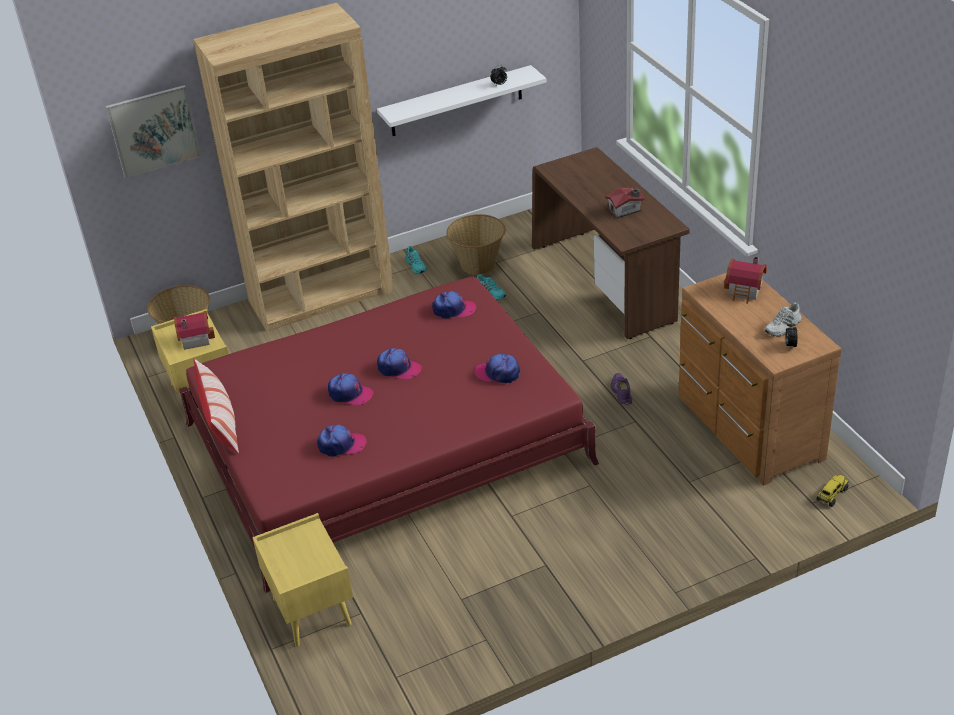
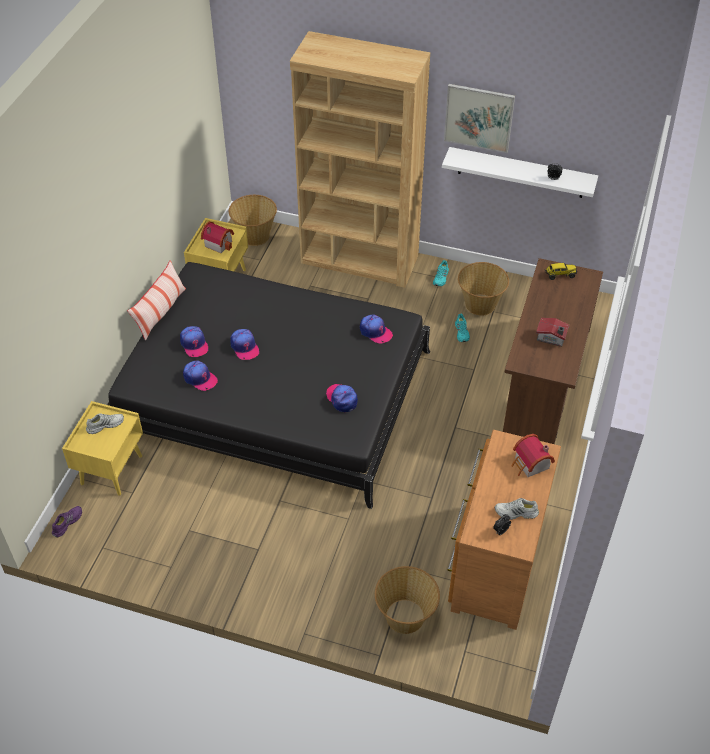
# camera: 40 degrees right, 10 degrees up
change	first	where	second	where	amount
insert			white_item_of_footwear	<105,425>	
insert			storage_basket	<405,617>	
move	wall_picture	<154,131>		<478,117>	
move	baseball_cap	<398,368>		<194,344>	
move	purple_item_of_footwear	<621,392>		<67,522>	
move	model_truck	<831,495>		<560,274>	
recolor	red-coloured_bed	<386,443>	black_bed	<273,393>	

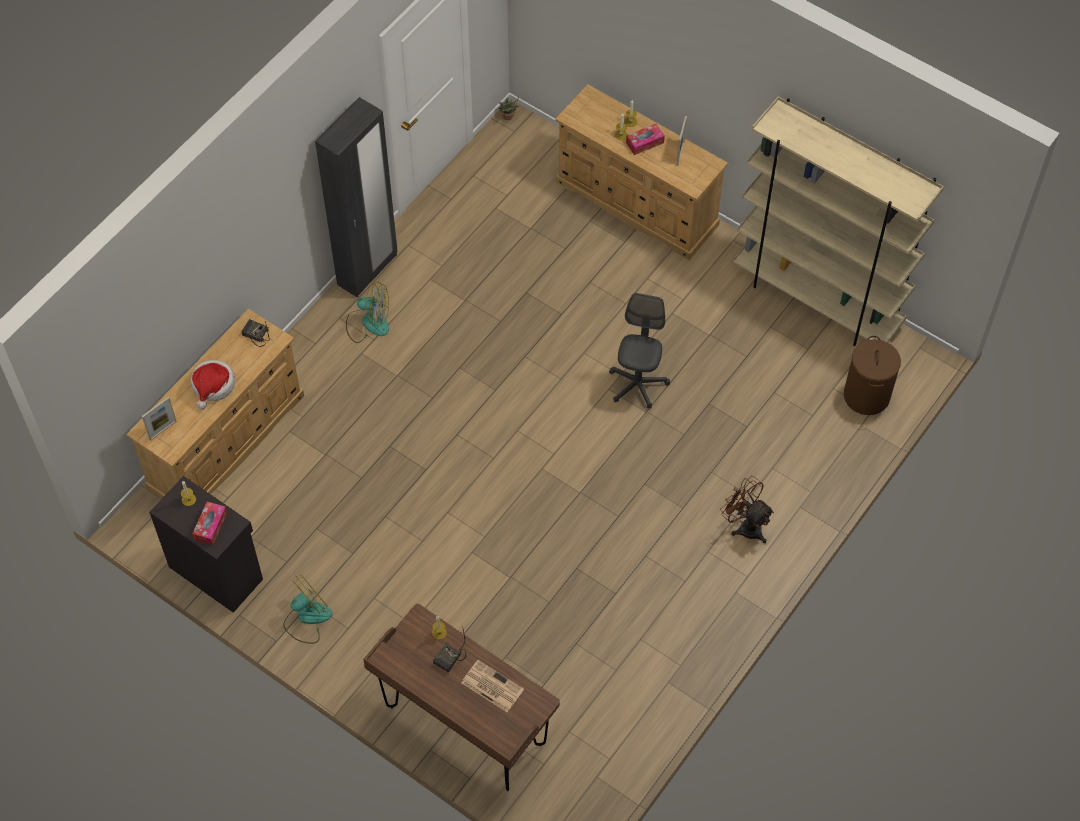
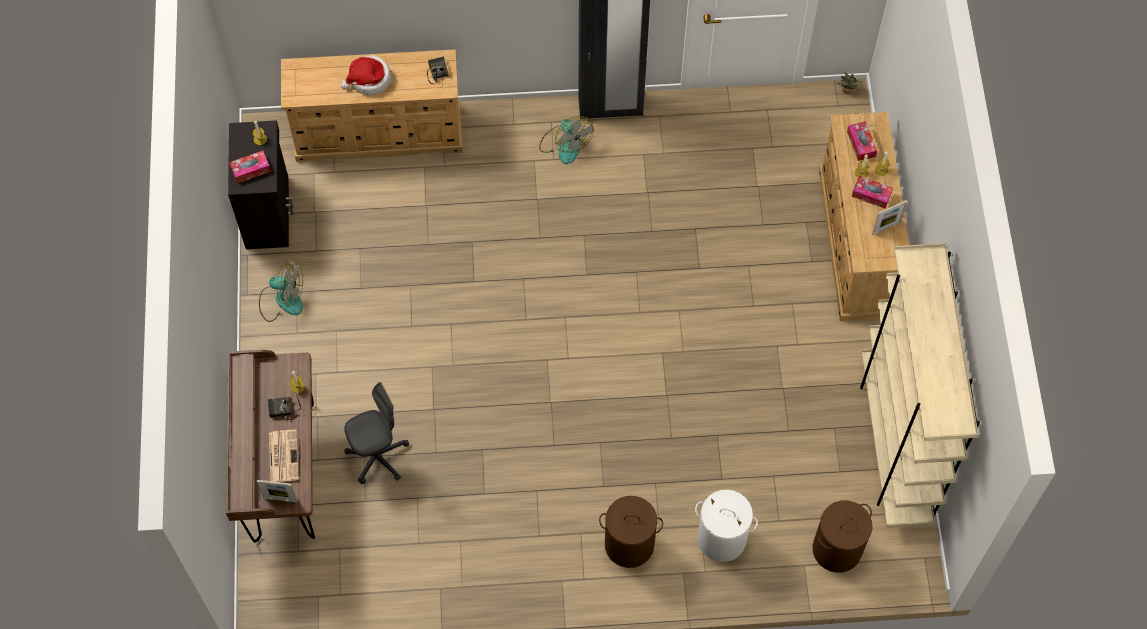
# camera: 50 degrees right, 5 degrees up
change	first	where	second	where	amount
insert			white_laundry_basket	<721,538>	
insert			tissue_box	<861,144>	
move	photo_frame	<163,430>		<280,499>	
move	greyish_desk_chair	<637,384>		<377,457>	
replace	brownish_fan	<745,525>	brownish_laundry_basket	<628,544>	

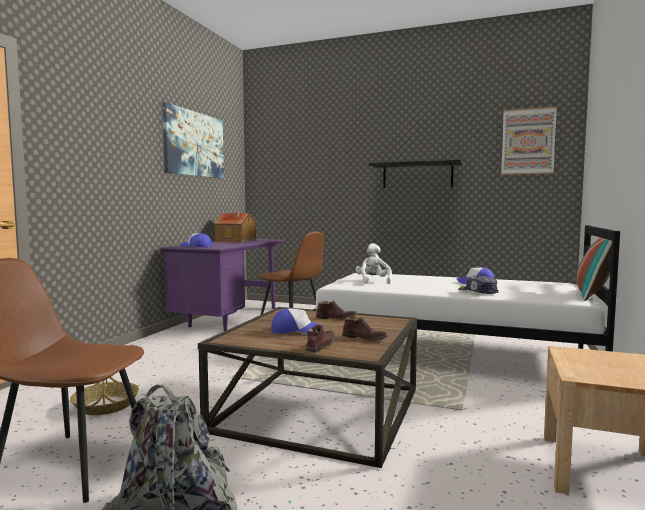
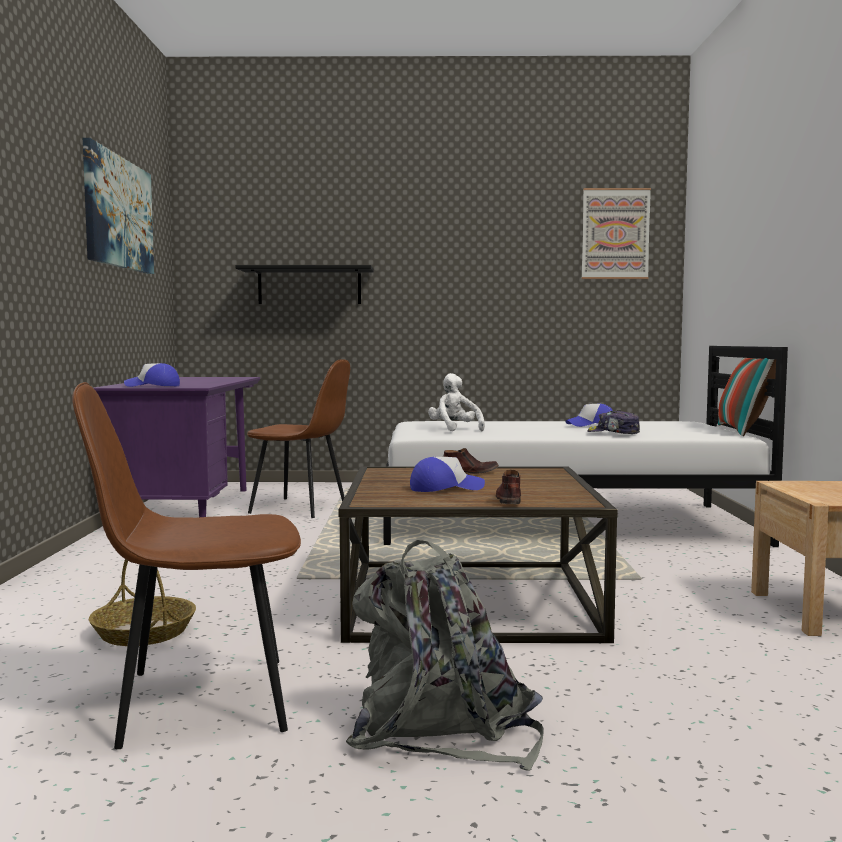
# camera: 20 degrees left, 0 degrees up
change	first	where	second	where	amount
delete	miniature_house	<236,241>			
delete	brownish_item_of_footwear	<365,338>			
move	black_wall_shelf	<417,175>		<309,286>	

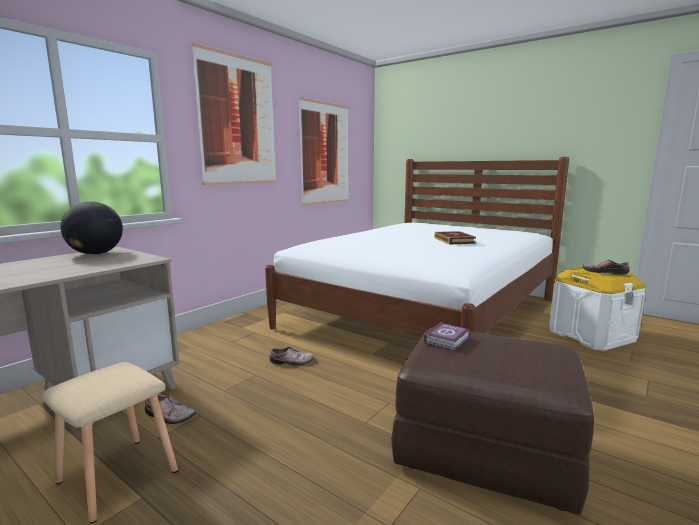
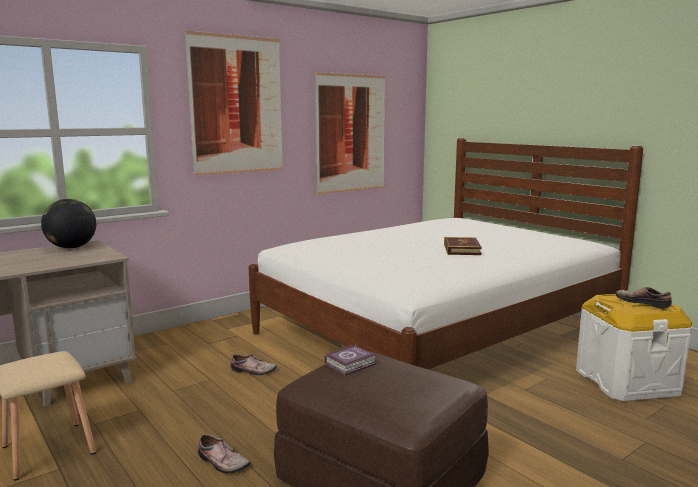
# camera: 15 degrees right, 0 degrees up
change	first	where	second	where	amount
move	item_of_footwear	<168,416>		<221,463>	

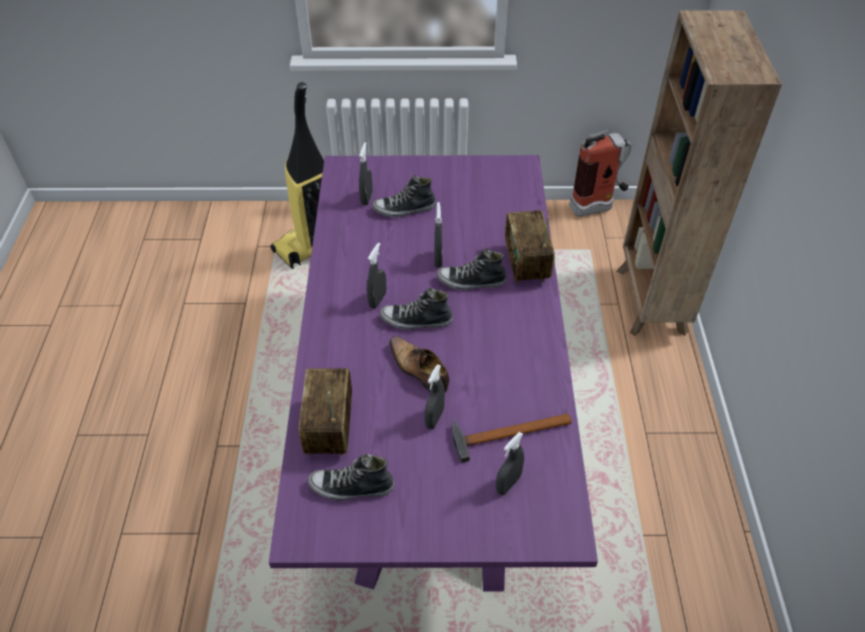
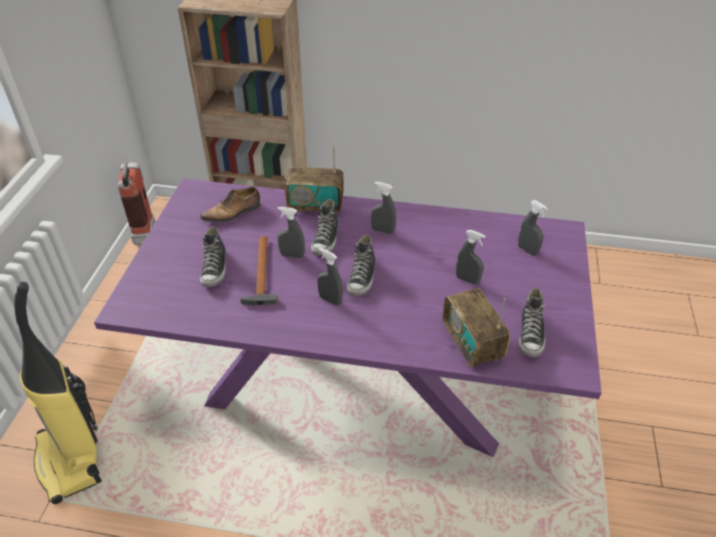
# camera: 80 degrees left, 5 degrees down
change	first	where	second	where	amount
move	greyish_spray_bottle	<366,198>		<382,231>	
move	item_of_footwear	<419,370>		<233,213>	
move	hand_hammer	<505,433>		<261,275>	
rotate	radio_set	<329,428>		<472,344>	60 degrees clockwise

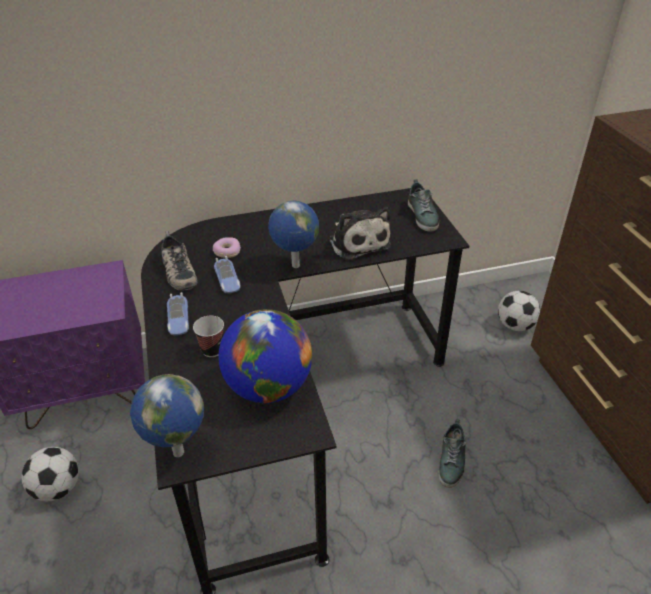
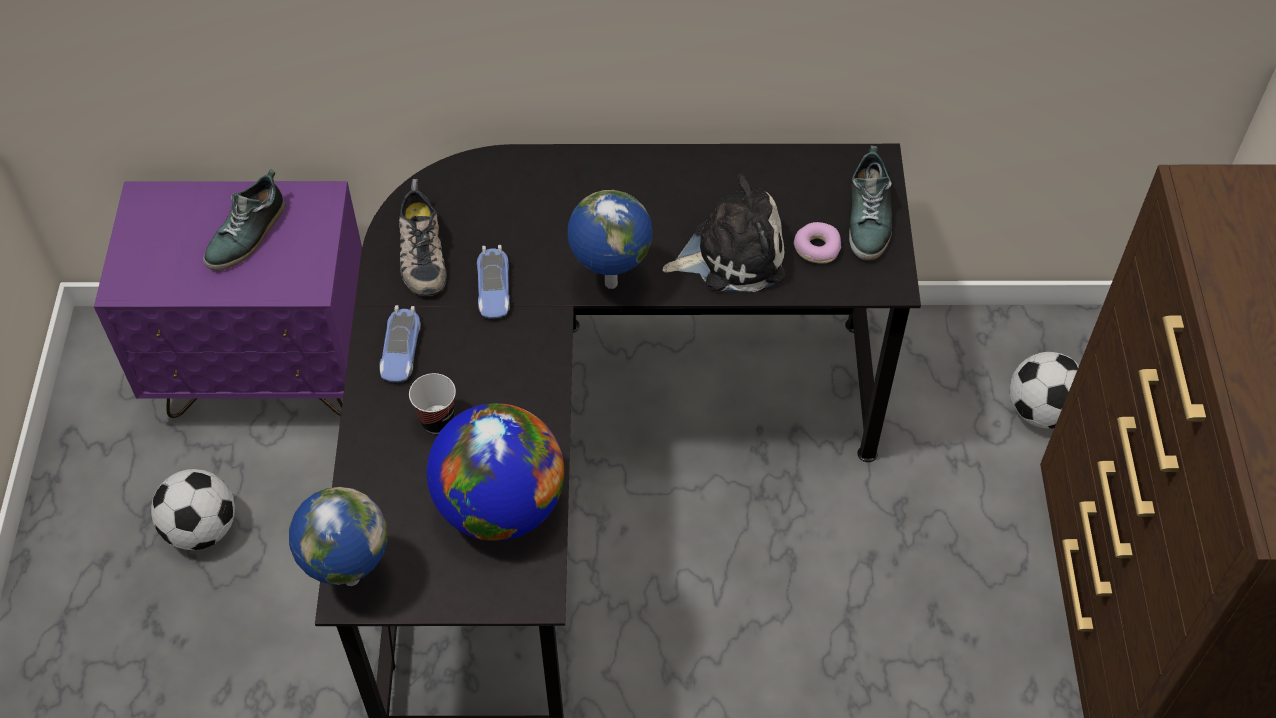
# camera: 15 degrees right, 15 degrees up
change	first	where	second	where	amount
move	ring_doughnut	<227,251>		<816,248>	
move	item_of_footwear	<452,461>		<247,235>	
rotate	cuddly_toy	<358,242>		<732,254>	90 degrees counterclockwise

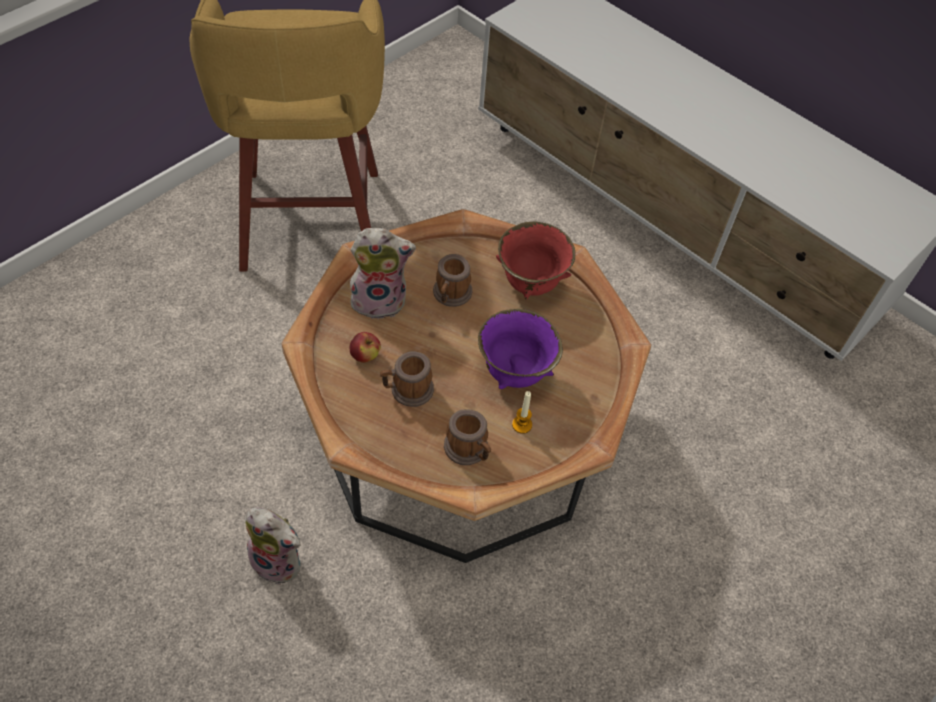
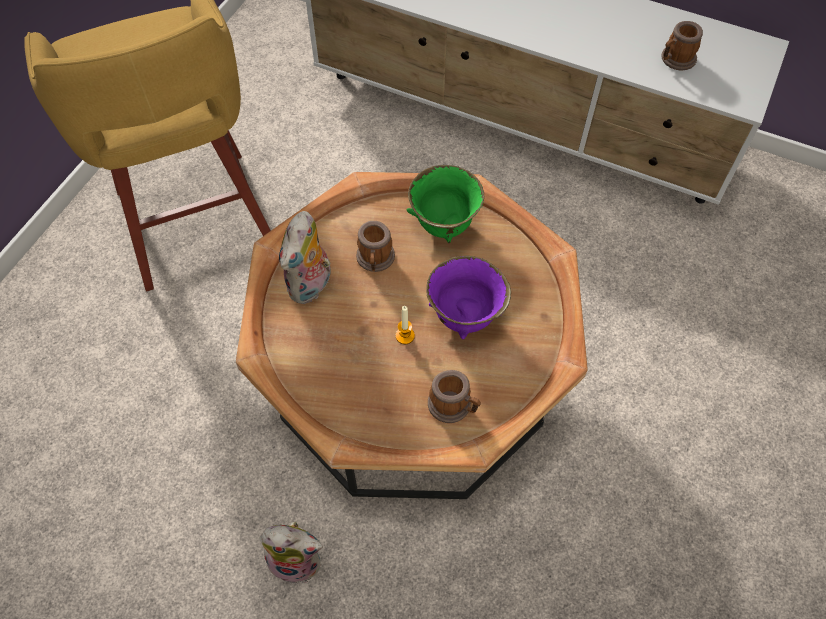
# camera: 15 degrees left, 5 degrees up
change	first	where	second	where	amount
delete	whole_apple	<365,356>			
move	coffee_mug	<407,390>		<675,60>	
move	wax_light	<522,425>		<405,336>	
recolor	red-coloured_bowl	<530,284>	green-coloured_bowl	<443,226>	
rotate	cuddly_toy	<380,300>		<311,286>	135 degrees clockwise

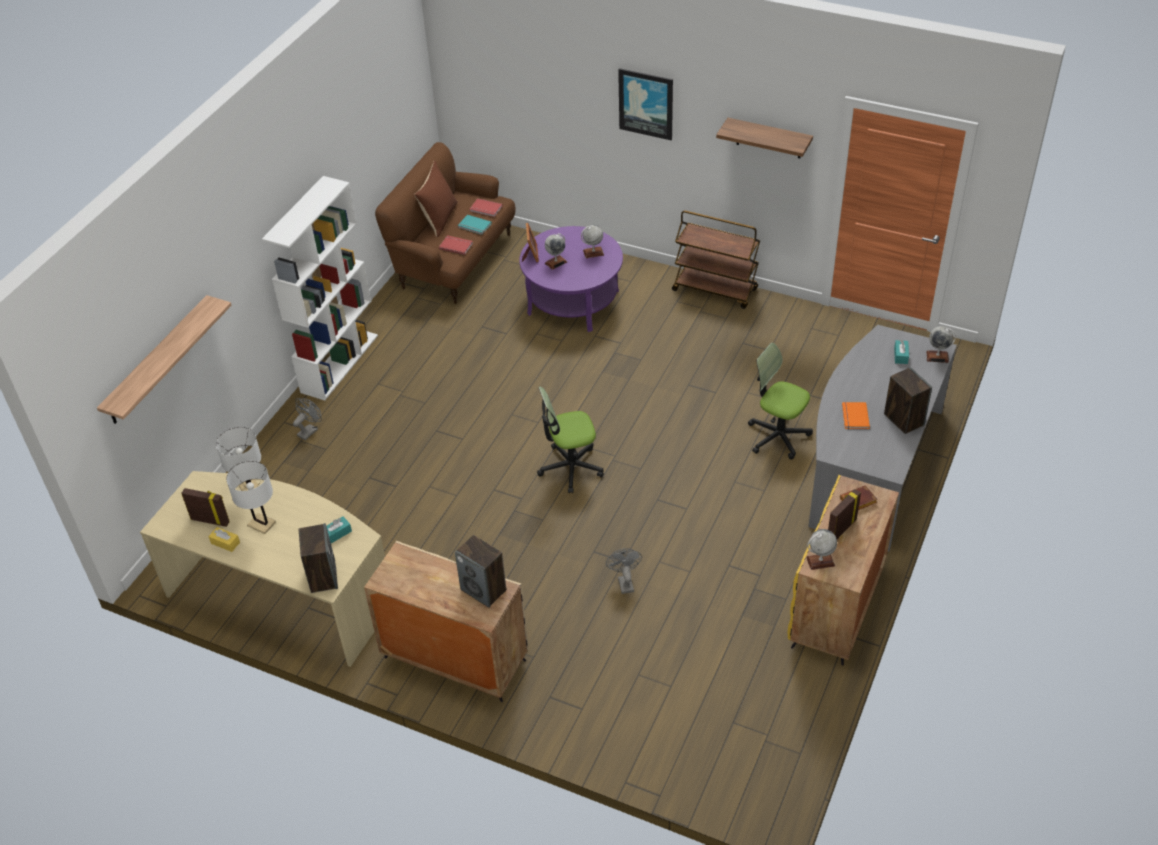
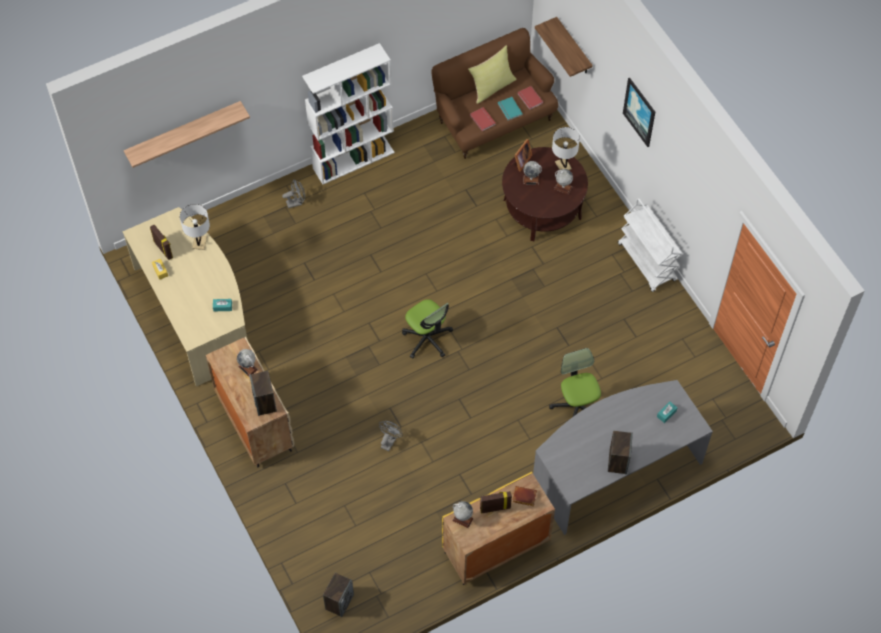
# camera: 35 degrees right, 15 degrees up
change	first	where	second	where	amount
delete	orange-coloured_book	<854,417>			
move	white_table_lamp	<261,524>		<563,165>	
move	loudspeaker	<322,576>		<339,602>	
move	wall_shelf	<769,138>		<573,47>	
move	desk_globe	<937,357>		<248,368>	
recolor	brownish_pillow	<439,218>	yellowish_pillow	<492,87>	
recolor	purple_low_table	<573,302>	brownish_low_table	<542,208>	
recolor	brownish_trolley	<715,290>	white_trolley	<647,262>	
rotate	desk_chair	<570,467>		<427,339>	150 degrees counterclockwise

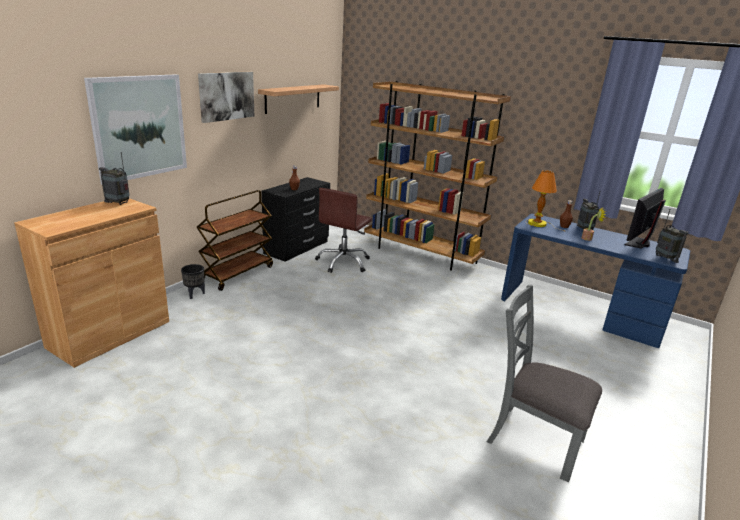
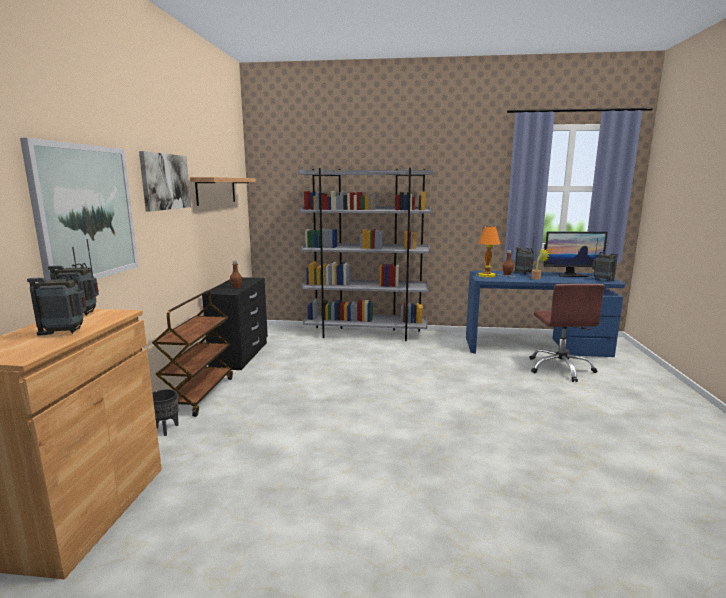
# camera: 25 degrees left, 10 degrees down
change	first	where	second	where	amount
delete	greyish_chair	<534,440>			
insert			radio_set	<65,333>	
move	brownish_desk_chair	<343,262>		<560,368>	
recolor	brownish_bookshelf	<421,254>	greyish_bookshelf	<366,334>	
rotate	computer_screen	<639,243>		<571,275>	105 degrees counterclockwise

